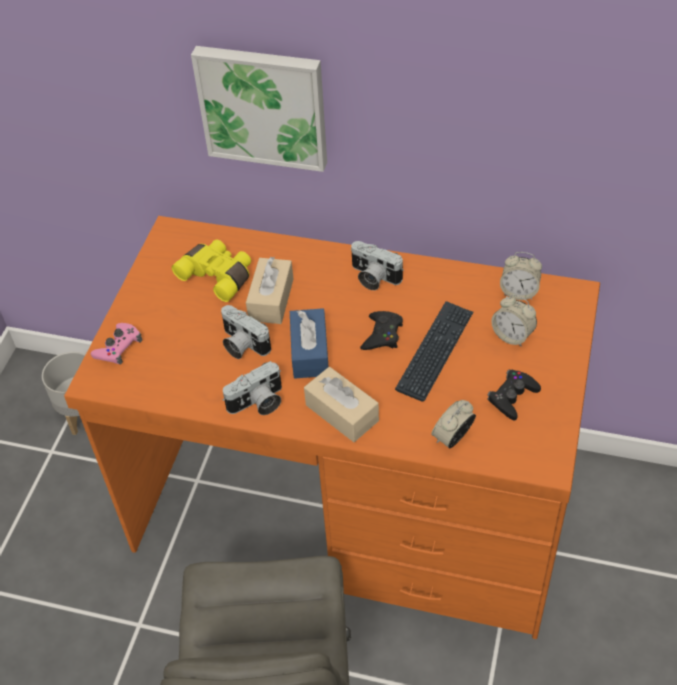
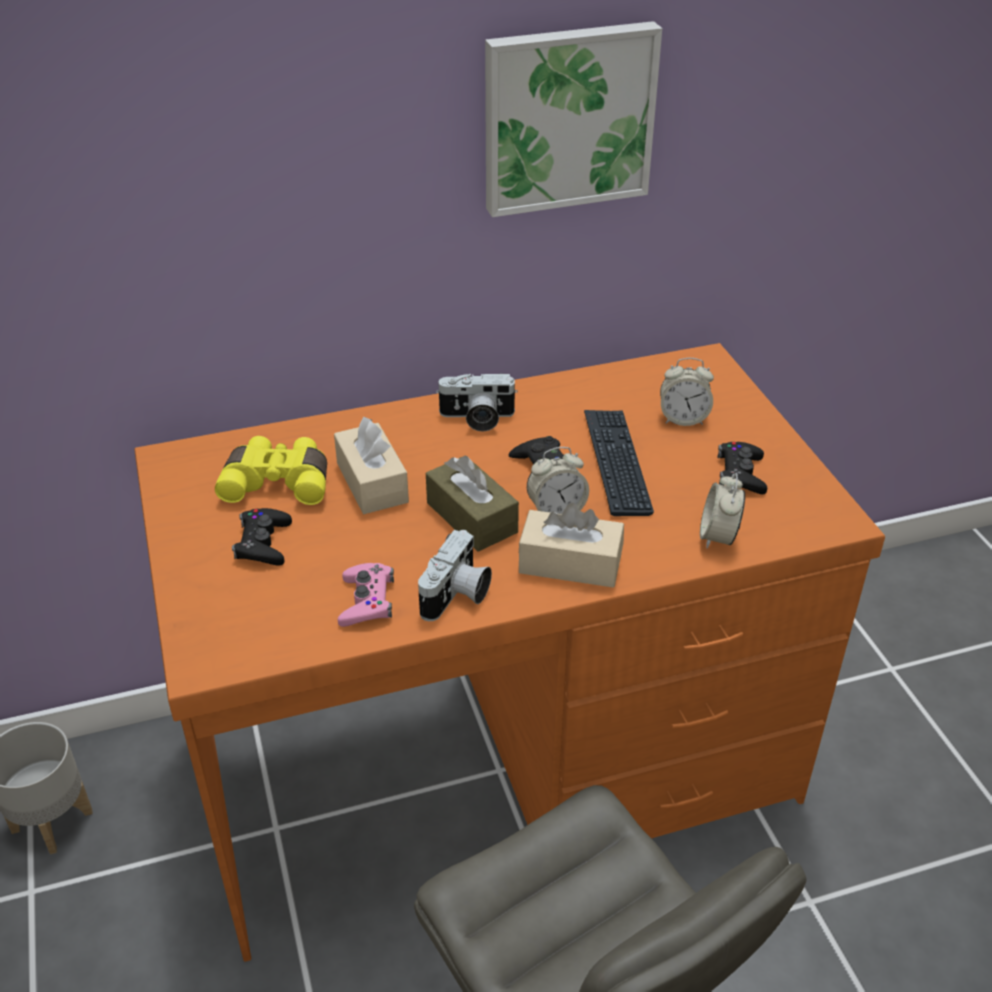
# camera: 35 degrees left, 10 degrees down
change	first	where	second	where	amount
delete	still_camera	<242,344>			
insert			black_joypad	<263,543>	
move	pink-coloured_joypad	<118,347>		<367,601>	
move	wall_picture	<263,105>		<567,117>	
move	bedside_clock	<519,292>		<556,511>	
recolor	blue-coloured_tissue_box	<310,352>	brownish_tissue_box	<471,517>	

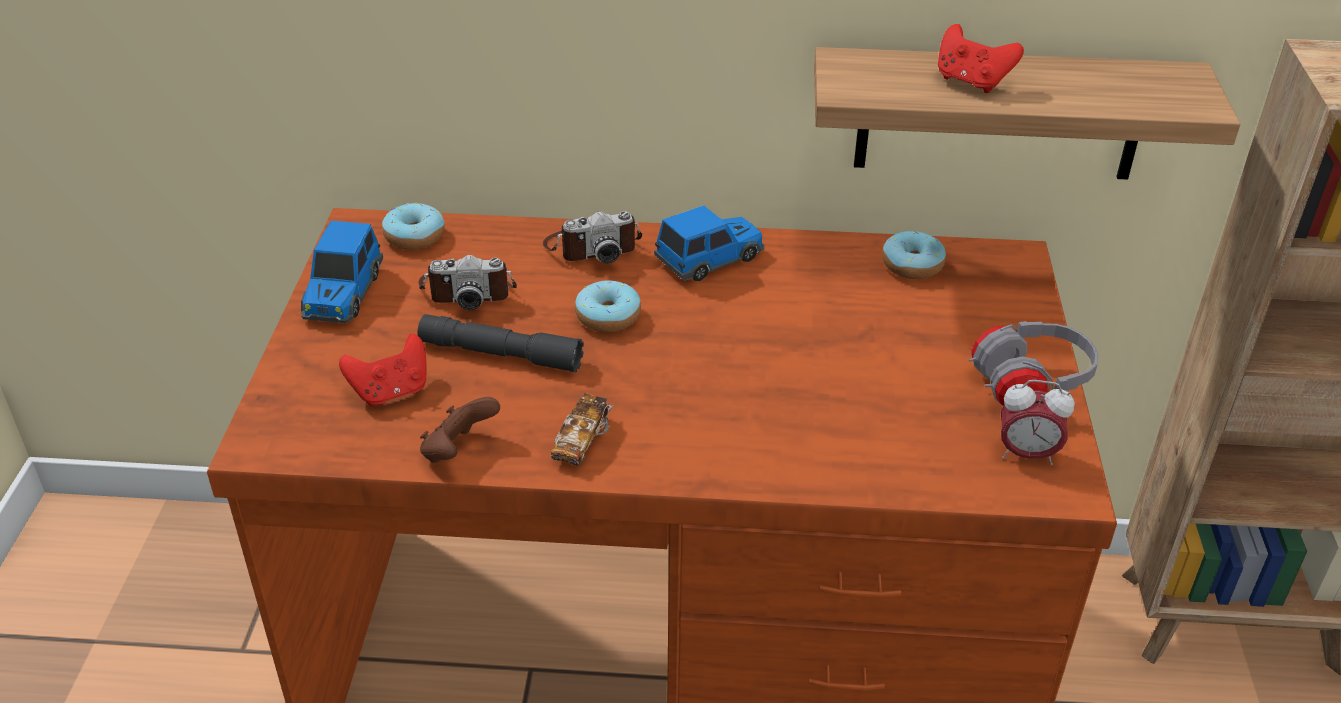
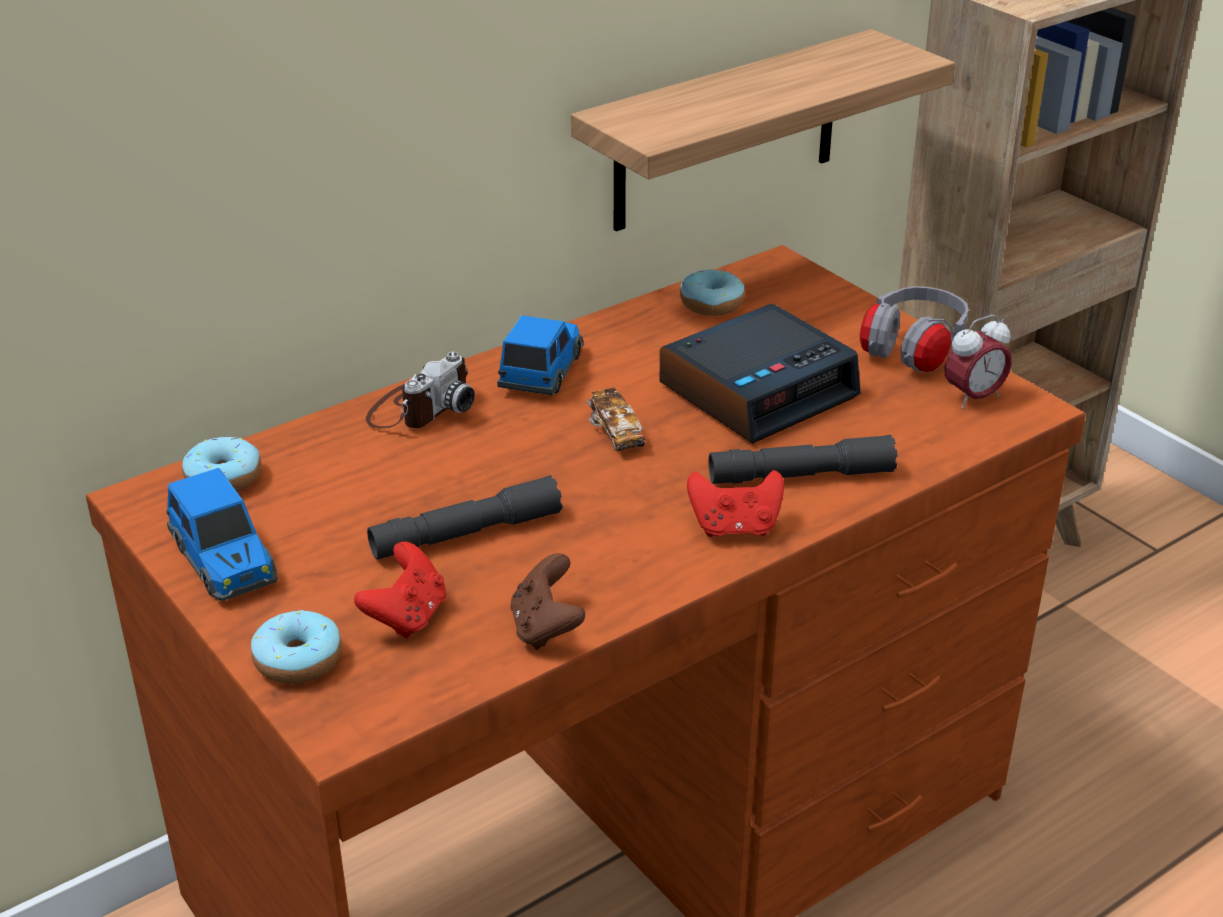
# camera: 40 degrees left, 5 degrees down
change	first	where	second	where	amount
delete	still_camera	<468,289>			
insert			bedside_clock	<758,389>	
insert			greyish_hand_torch	<801,476>	
move	model_car	<582,440>		<615,433>	
move	ring_doughnut	<608,317>		<298,660>	
move	red-coloured_joypad	<971,82>		<735,528>	

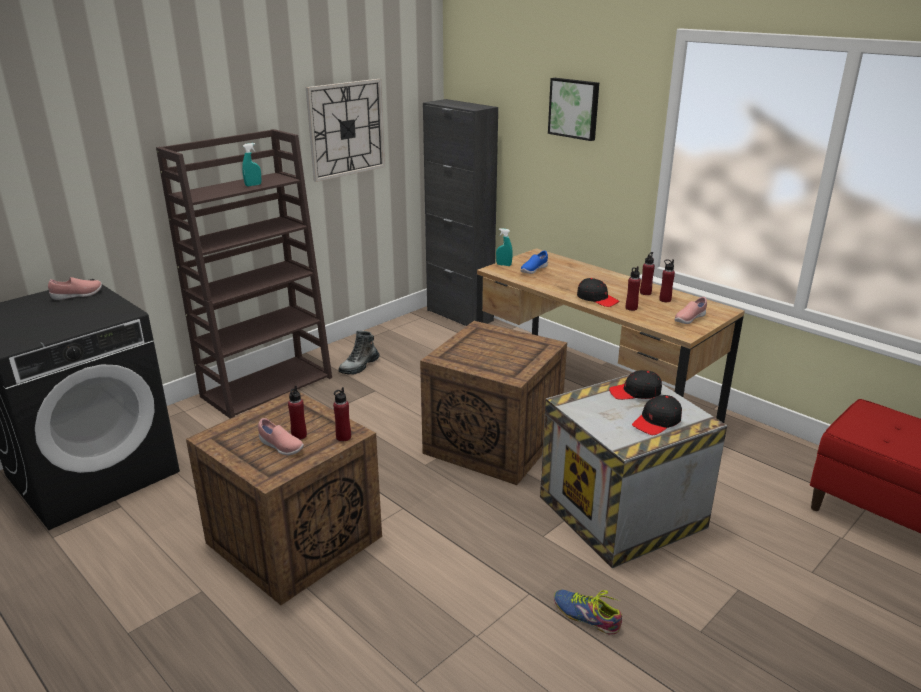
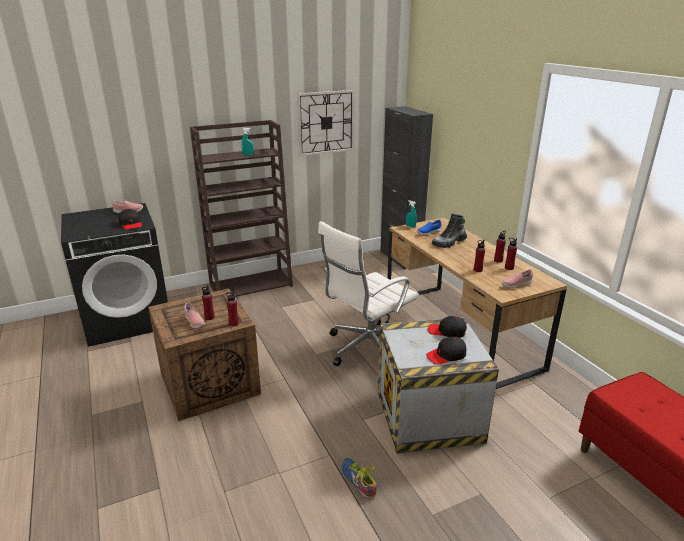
# camera: 20 degrees right, 0 degrees up
change	first	where	second	where	amount
delete	wall_picture	<574,108>			
move	boot	<359,366>		<449,243>	
move	black_baseball_cap	<597,299>		<131,224>	
replace	crate	<491,443>	white_desk_chair	<367,349>	

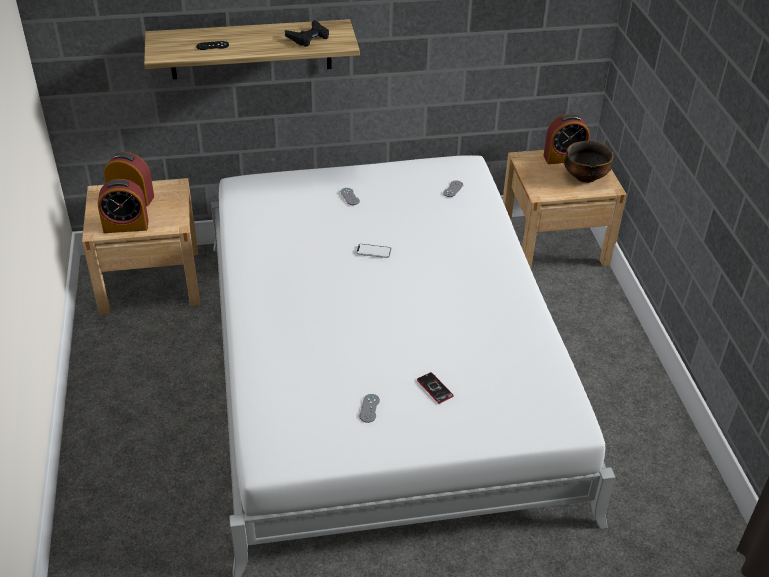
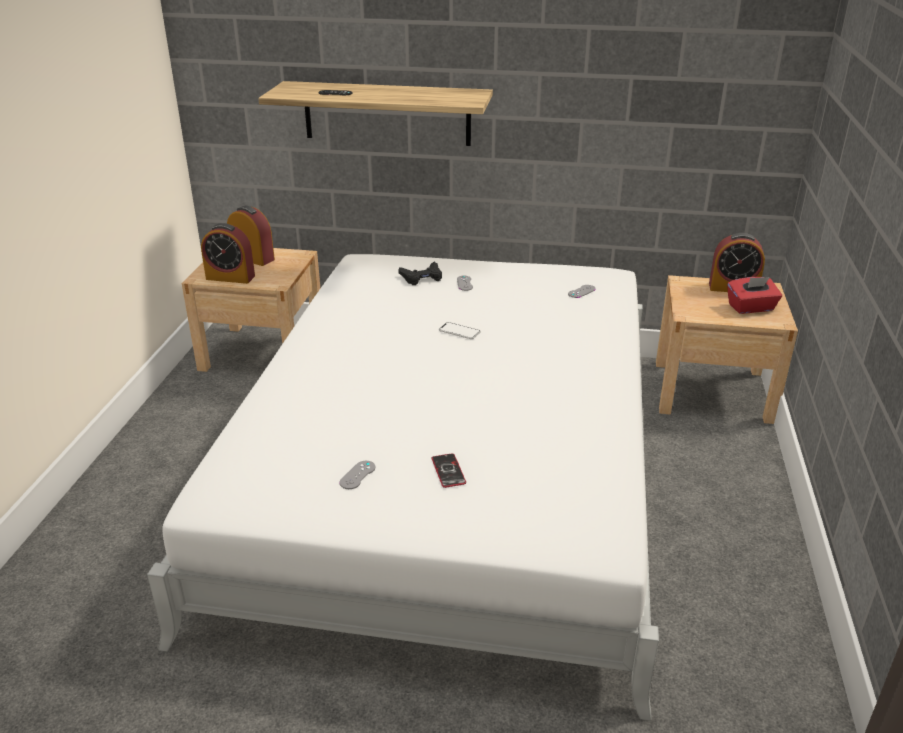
# camera: 20 degrees right, 10 degrees down
change	first	where	second	where	amount
move	black_joypad	<308,37>		<422,277>	
replace	bowl	<585,177>	red-coloured_tissue_box	<751,308>	

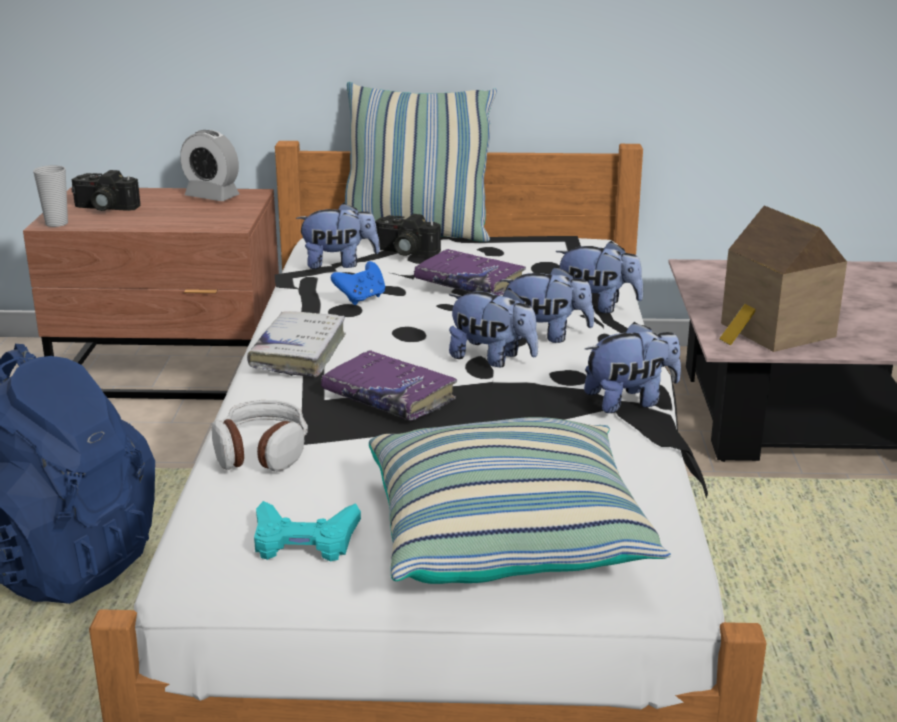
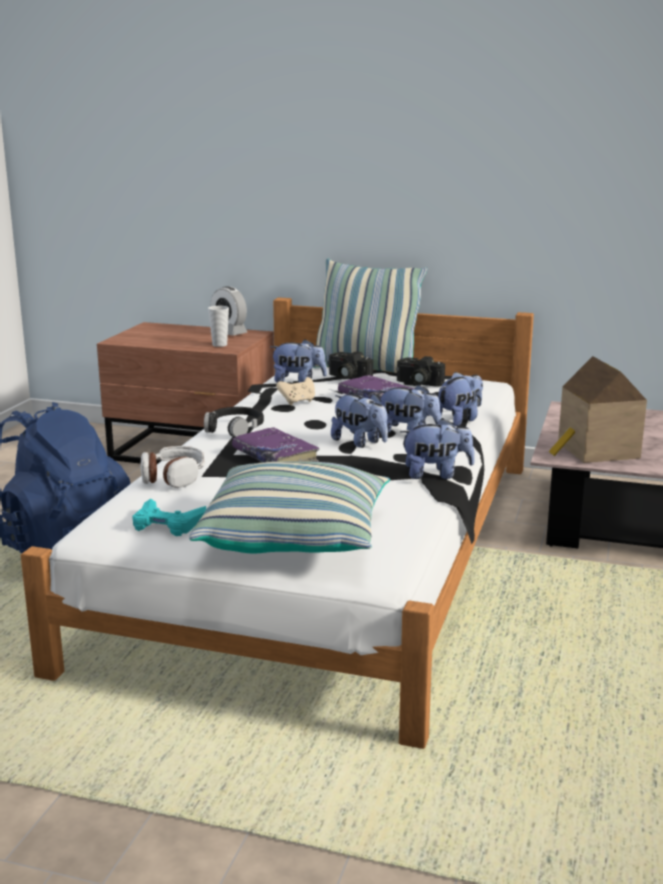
# camera: 15 degrees right, 5 degrees down
change	first	where	second	where	amount
move	small_cup	<56,223>		<219,345>	
move	still_camera	<104,208>		<418,383>	
replace	white_book	<299,353>	black_headset	<235,428>	
recolor	blue-coloured_joypad	<361,299>	beige_joypad	<297,402>	
rotate	cuddly_toy	<597,306>		<459,420>	75 degrees counterclockwise

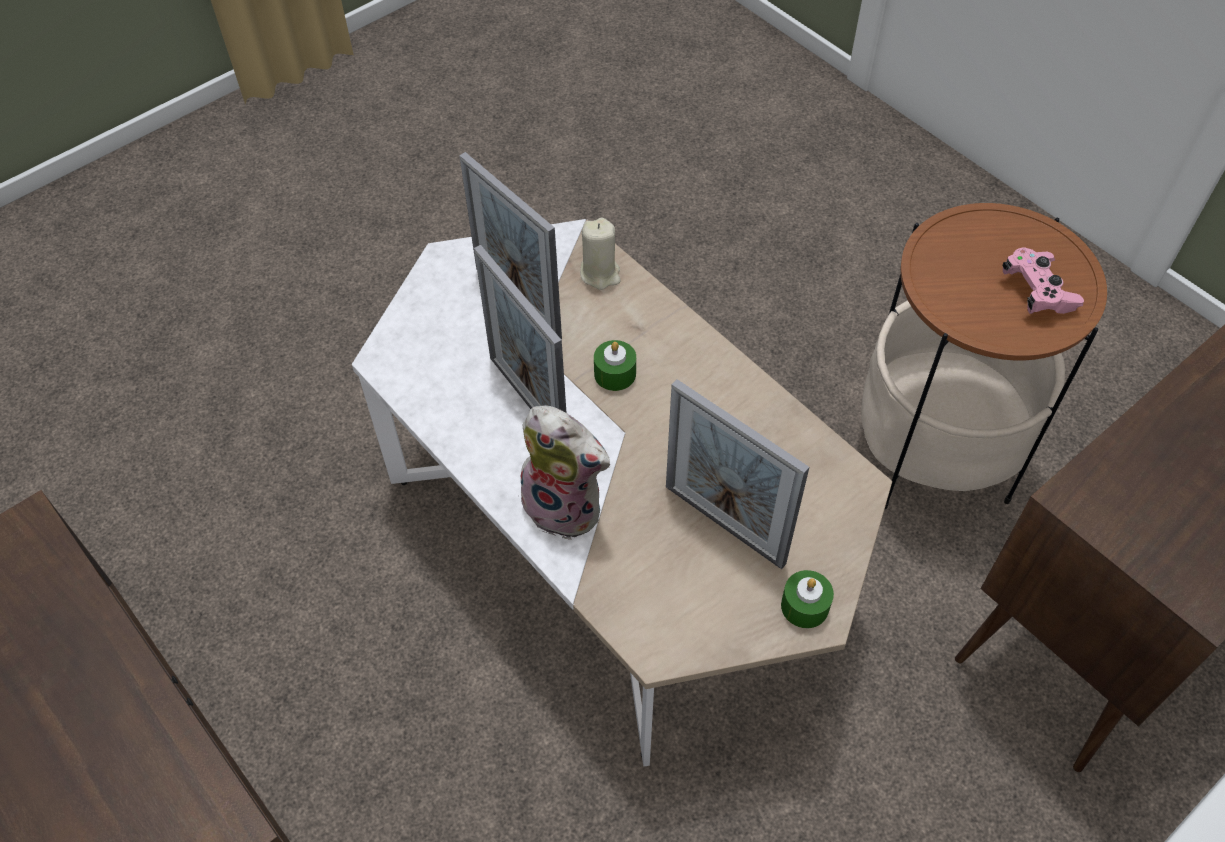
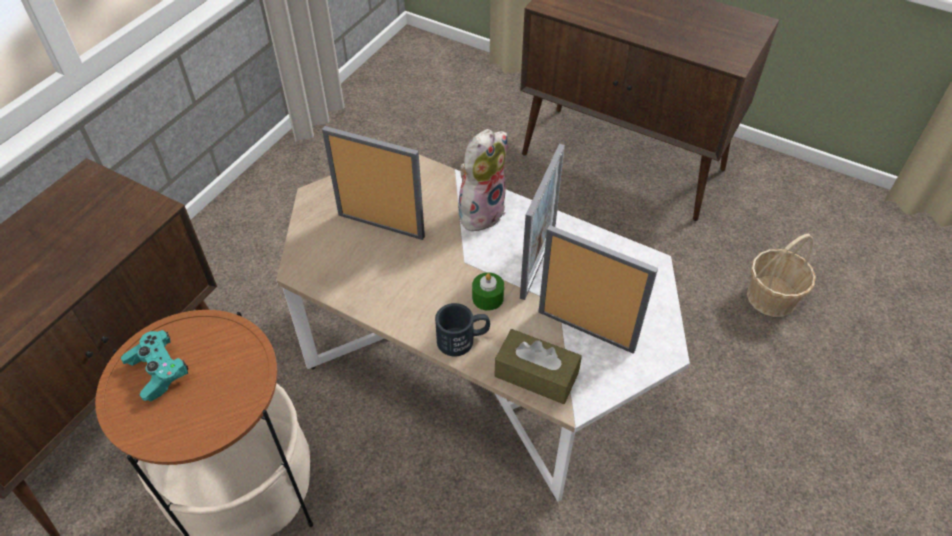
# camera: 160 degrees right, 5 degrees down
change	first	where	second	where	amount
delete	green-coloured_wax_light	<805,606>			
insert			black_coffee_mug	<463,339>	
insert			storage_basket	<772,297>	
replace	beige_wax_light	<600,274>	brownish_tissue_box	<536,375>	
recolor	pink-coloured_joypad	<1037,291>	turquoise_joypad	<159,371>	
rotate	photo_frame	<528,401>		<538,263>	75 degrees clockwise
rotate	cuddly_toy	<567,506>		<480,211>	120 degrees clockwise

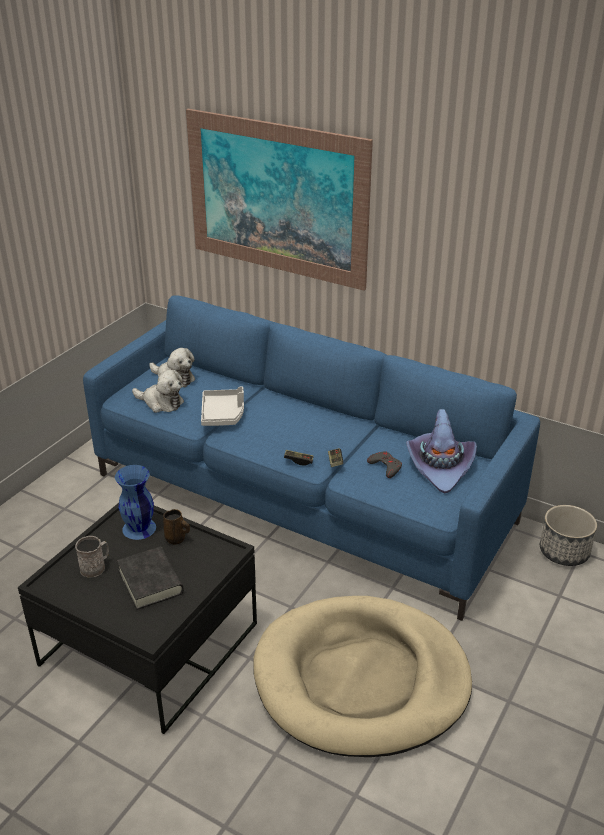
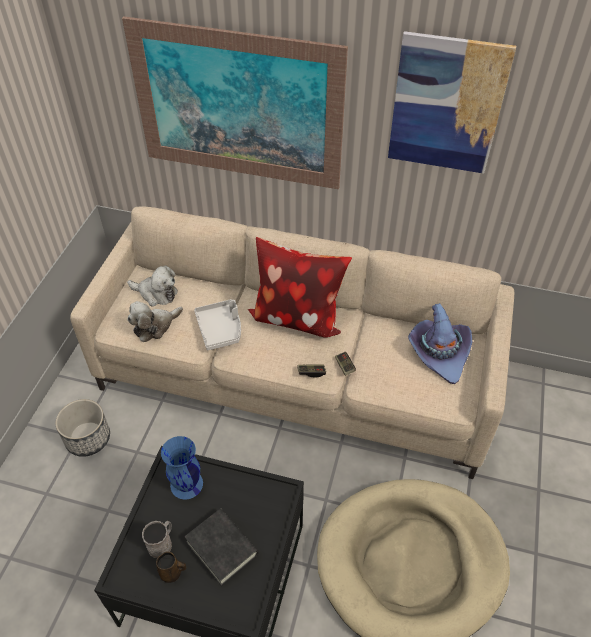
# camera: 15 degrees left, 15 degrees up
change	first	where	second	where	amount
delete	greyish_joypad	<385,467>			
insert			pillow	<297,317>	
insert			wall_picture	<446,105>	
move	brownish_coffee_mug	<176,539>		<172,573>	
move	flower_pot	<564,551>		<88,438>	
recolor	blue-coloured_couch	<302,498>	beige_couch	<295,377>	
rotate	cuddly_toy	<161,402>		<155,326>	135 degrees clockwise

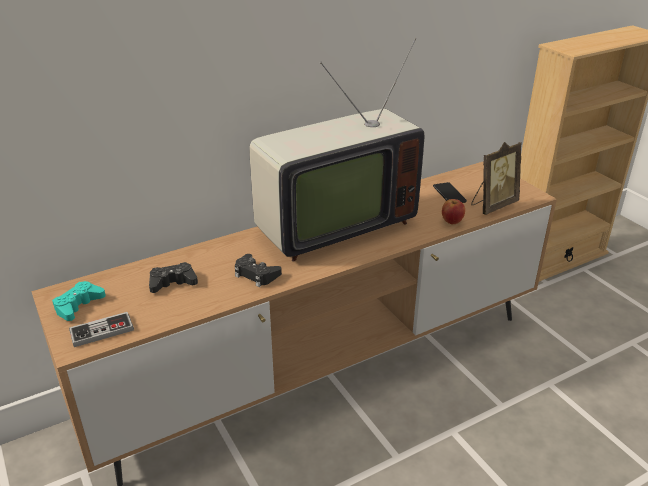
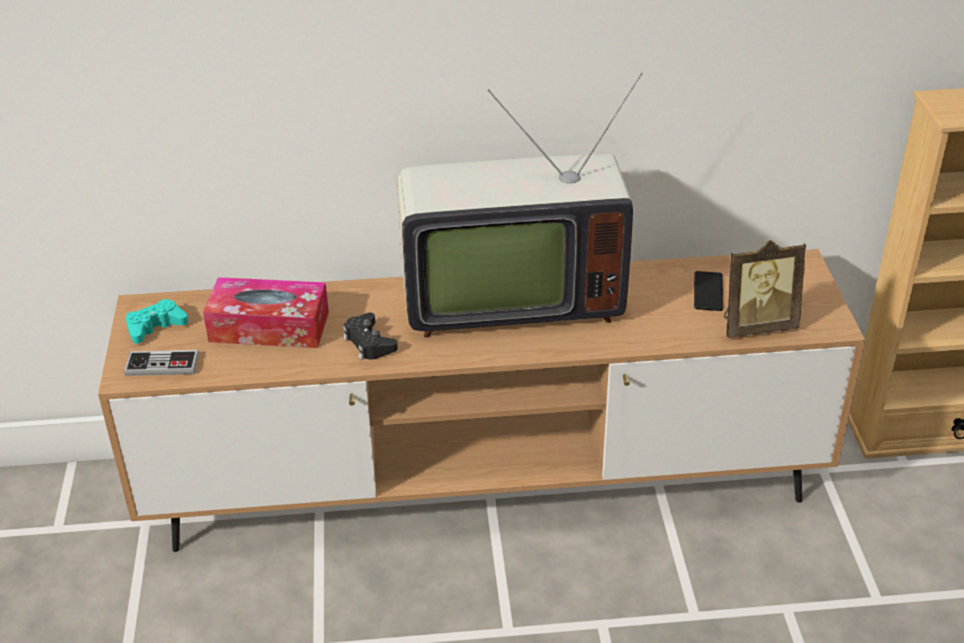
# camera: 25 degrees right, 5 degrees up
change	first	where	second	where	amount
delete	whole_apple	<452,221>			
replace	black_joypad	<172,283>	tissue_box	<269,327>	

